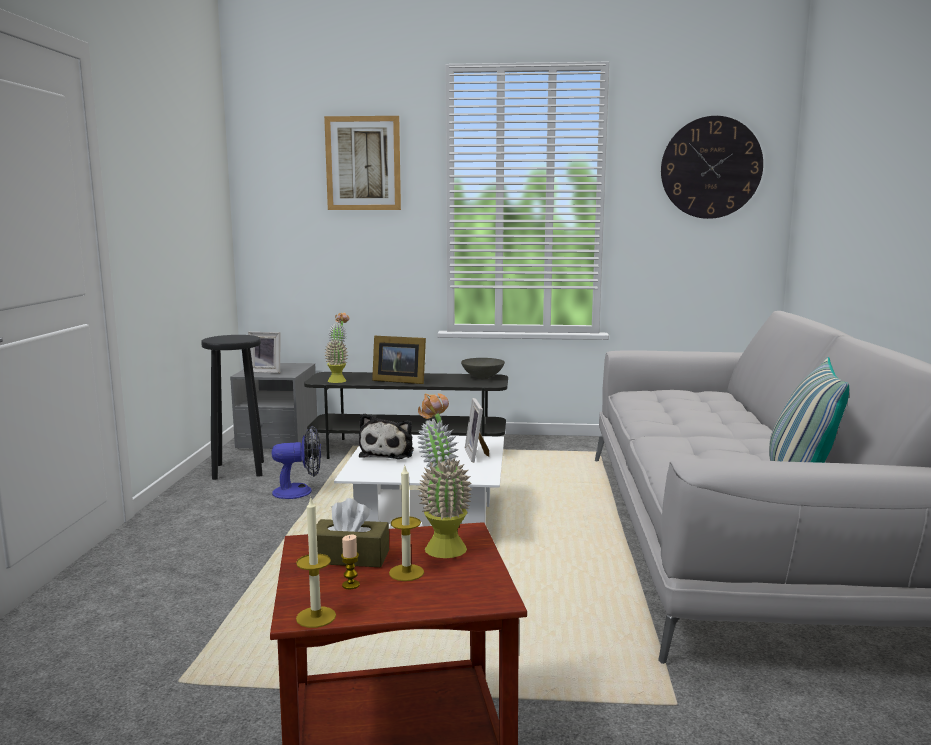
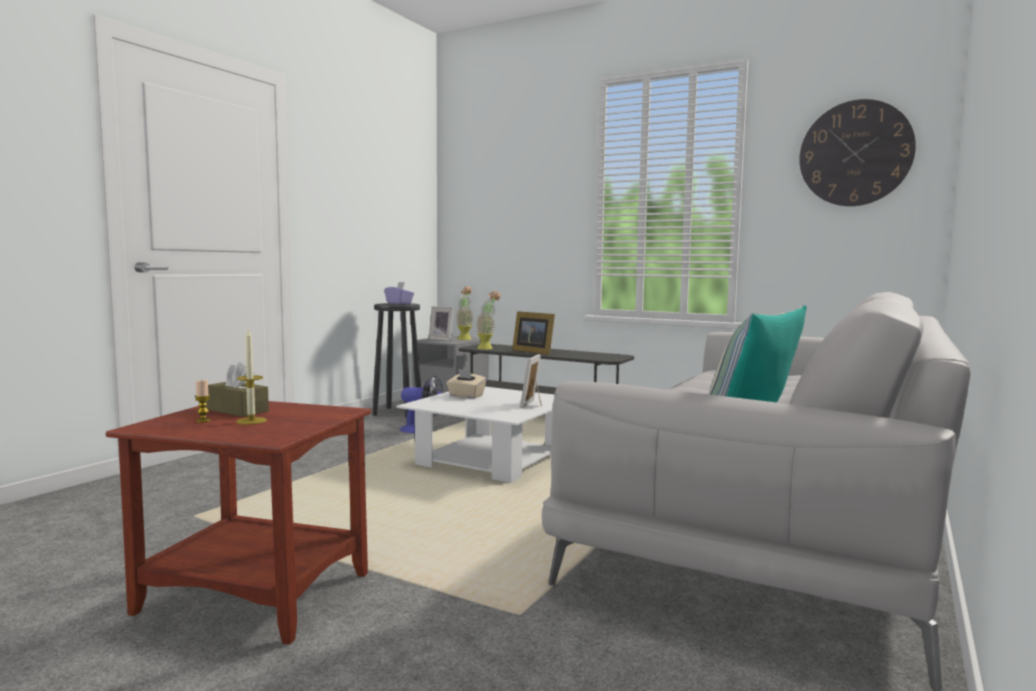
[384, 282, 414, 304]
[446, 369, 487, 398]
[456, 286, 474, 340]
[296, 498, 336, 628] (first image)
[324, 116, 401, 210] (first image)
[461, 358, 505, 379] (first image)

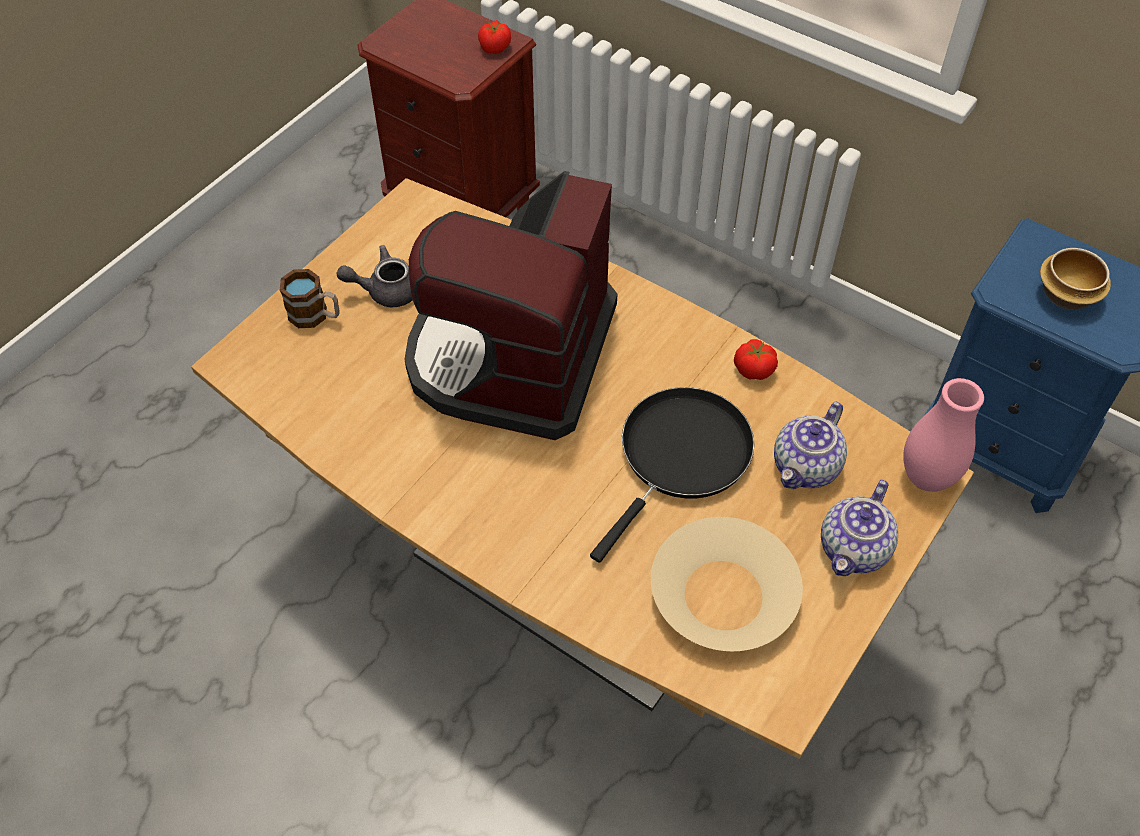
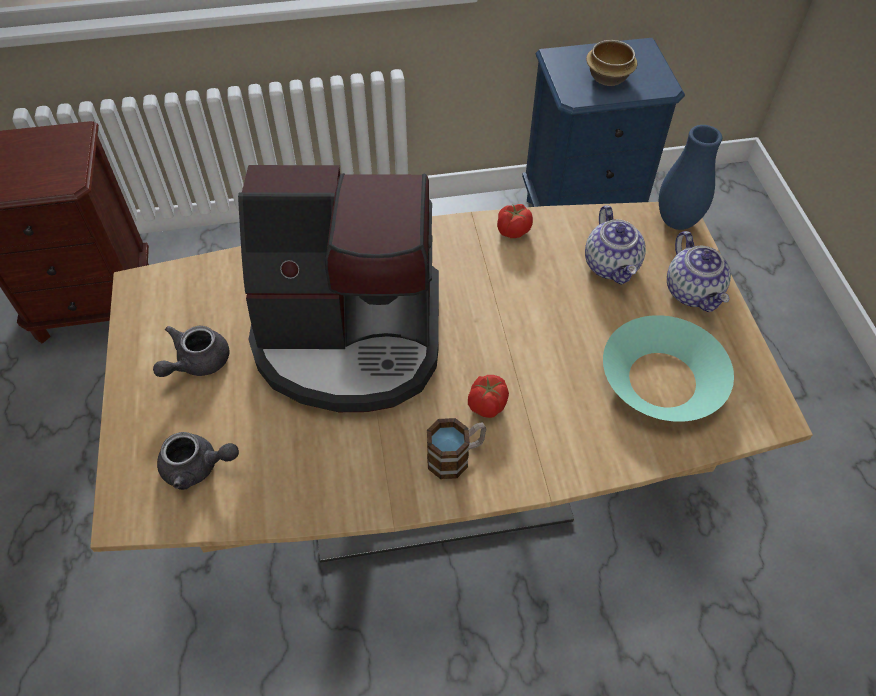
[157, 432, 239, 490]
[238, 165, 439, 412]
[427, 418, 486, 479]
[468, 375, 509, 418]
[603, 315, 734, 422]
[659, 125, 722, 230]
[590, 387, 755, 562] (first image)

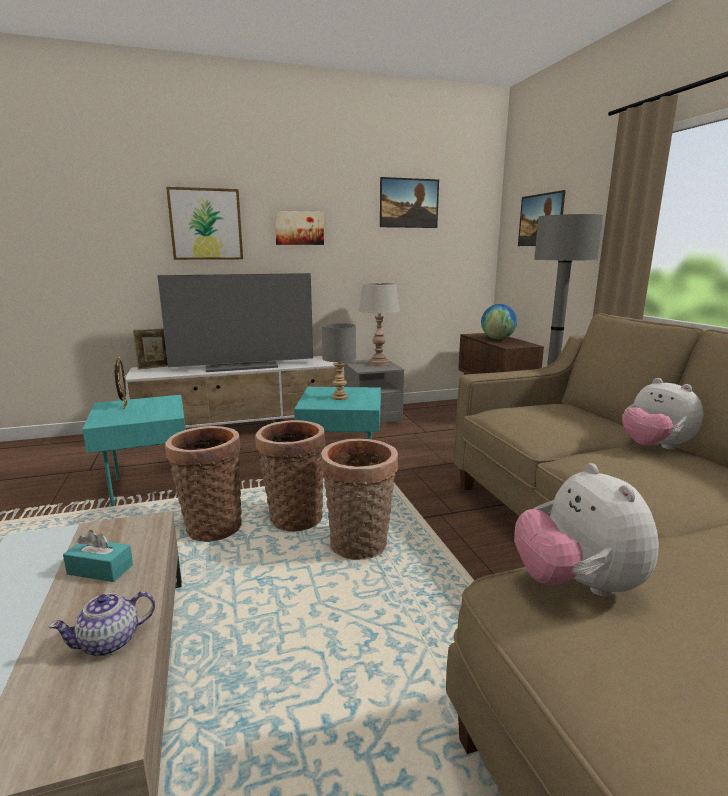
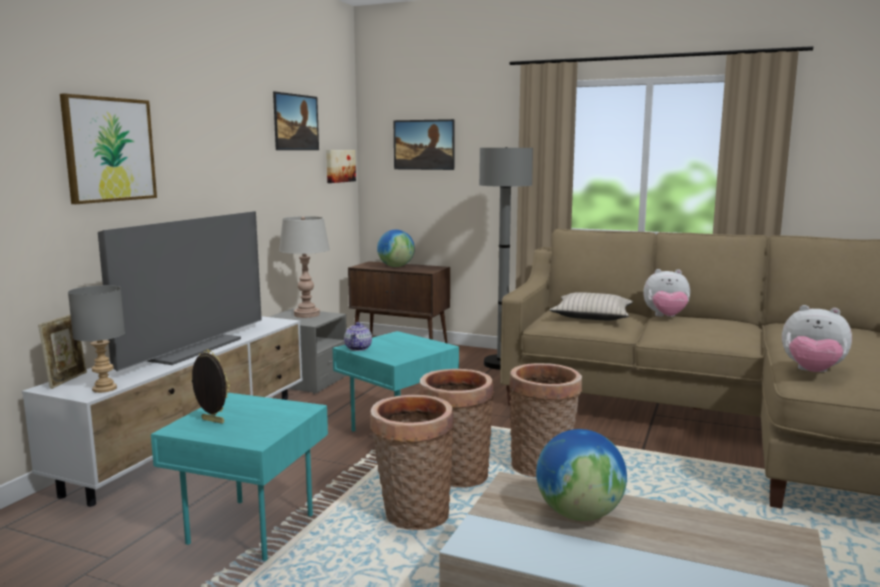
[68, 285, 125, 393]
[326, 150, 356, 183]
[344, 322, 372, 351]
[536, 429, 627, 521]
[549, 292, 633, 320]

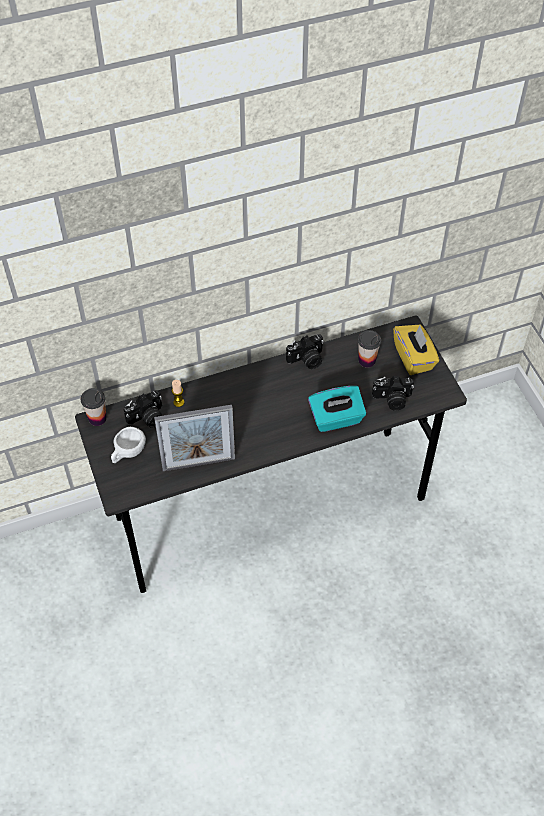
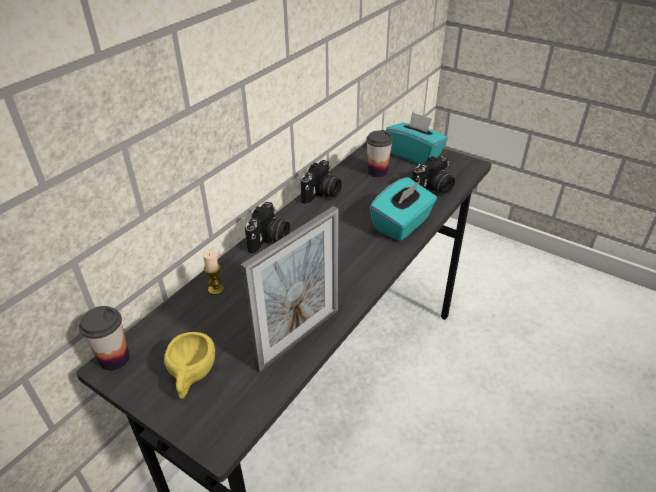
[164, 332, 215, 399]
[245, 202, 290, 253]
[386, 112, 448, 165]

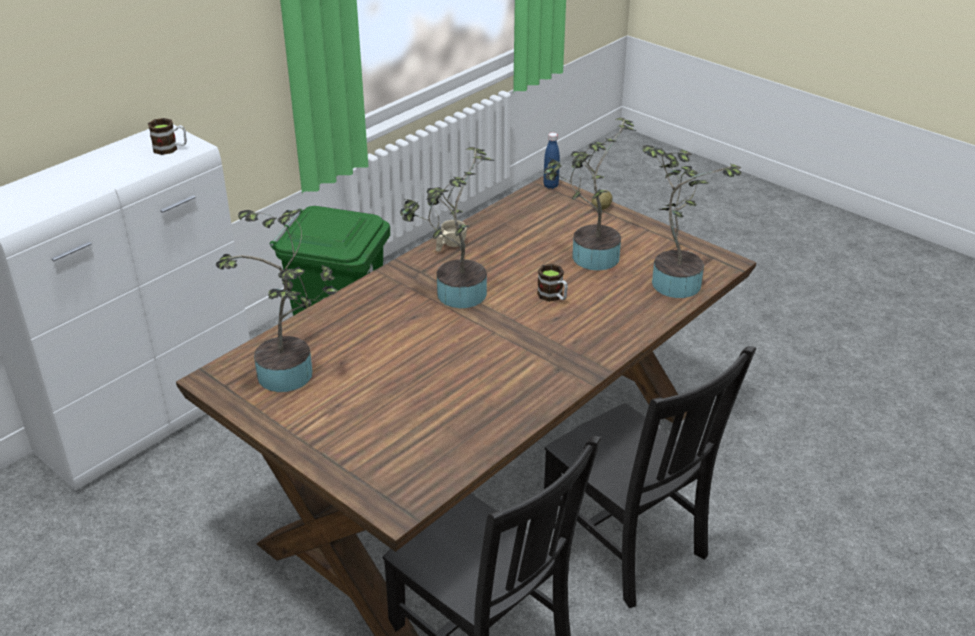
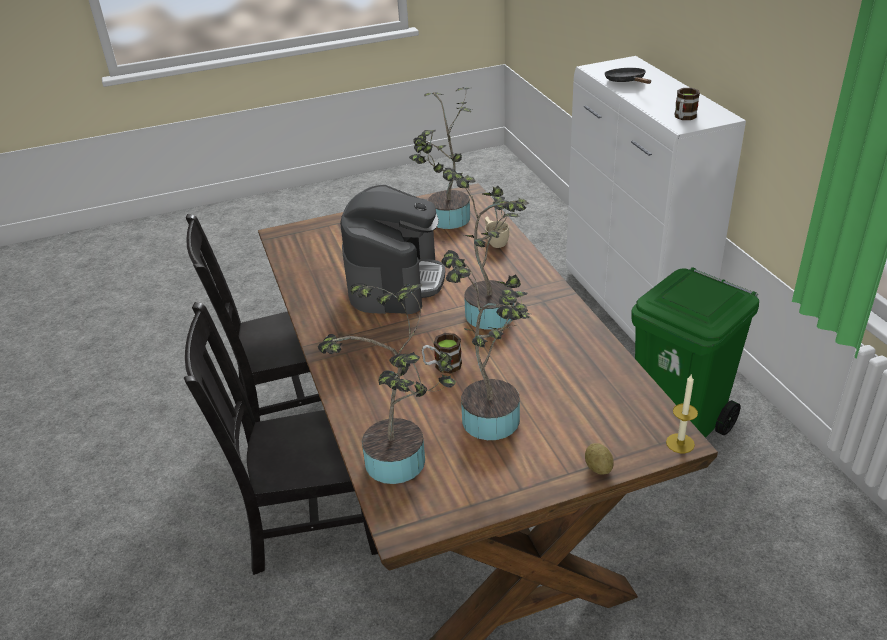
[340, 185, 445, 314]
[485, 217, 509, 248]
[604, 68, 651, 84]
[666, 375, 698, 453]

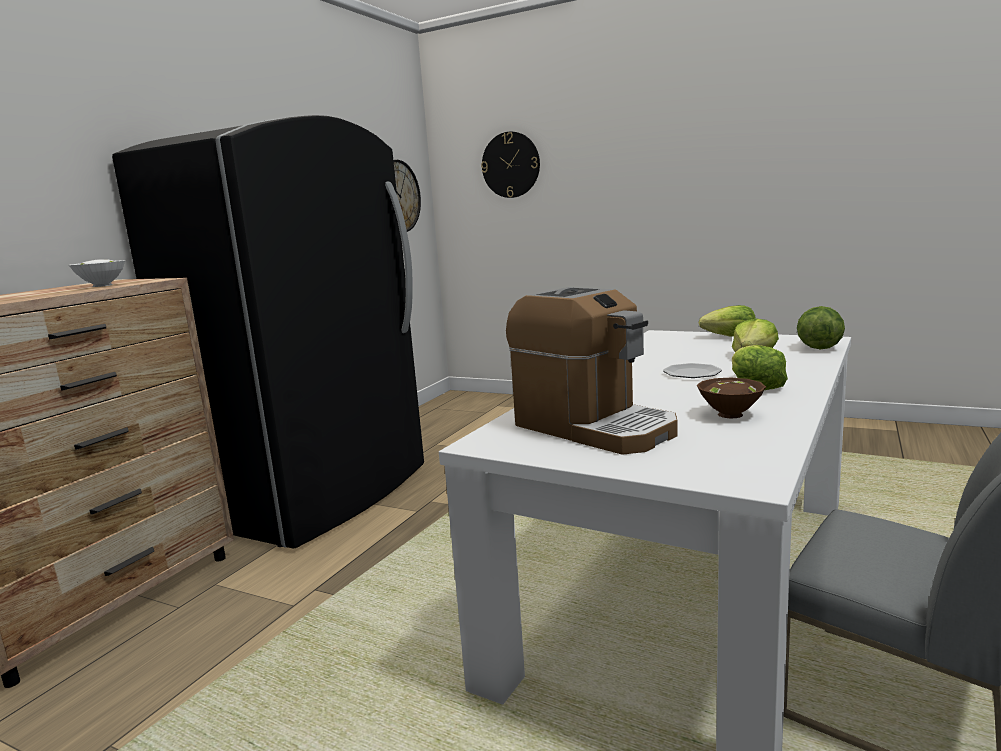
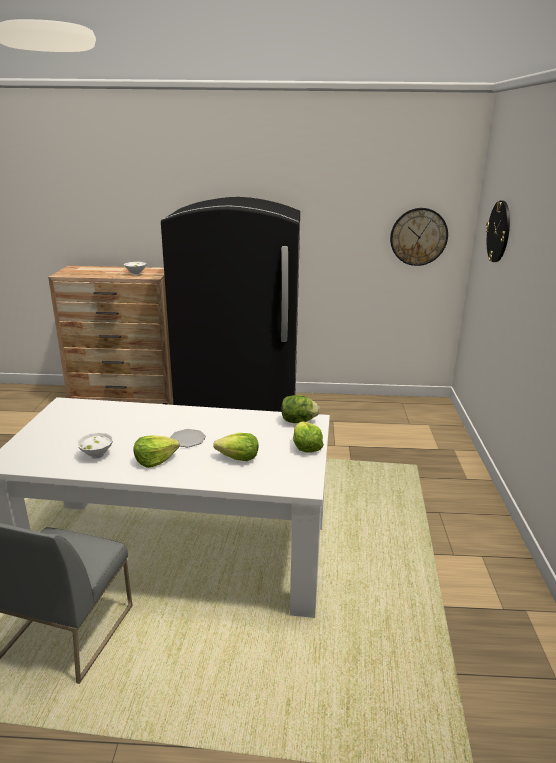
[77, 432, 113, 459]
[281, 395, 320, 423]
[506, 287, 678, 455] (first image)

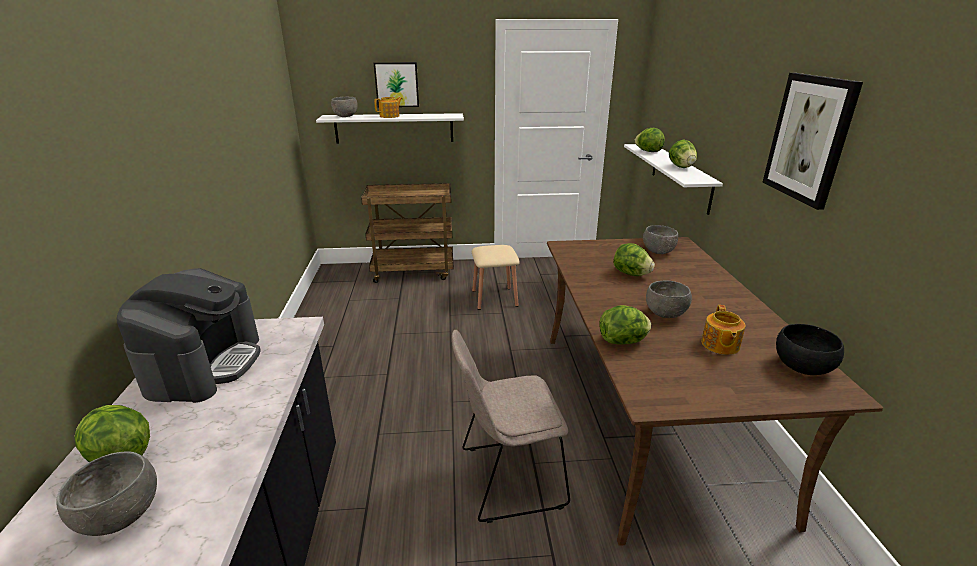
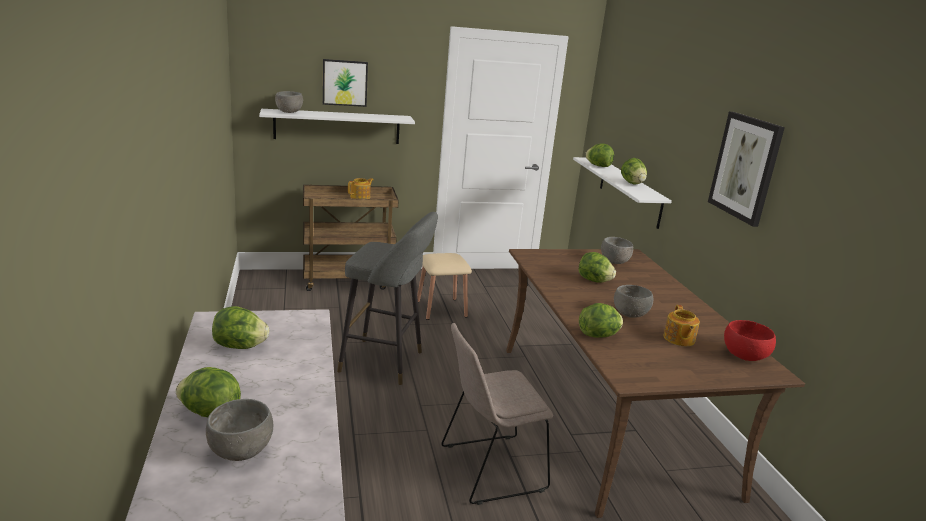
[212, 306, 269, 349]
[337, 212, 438, 385]
[348, 178, 374, 199]
[724, 320, 776, 361]

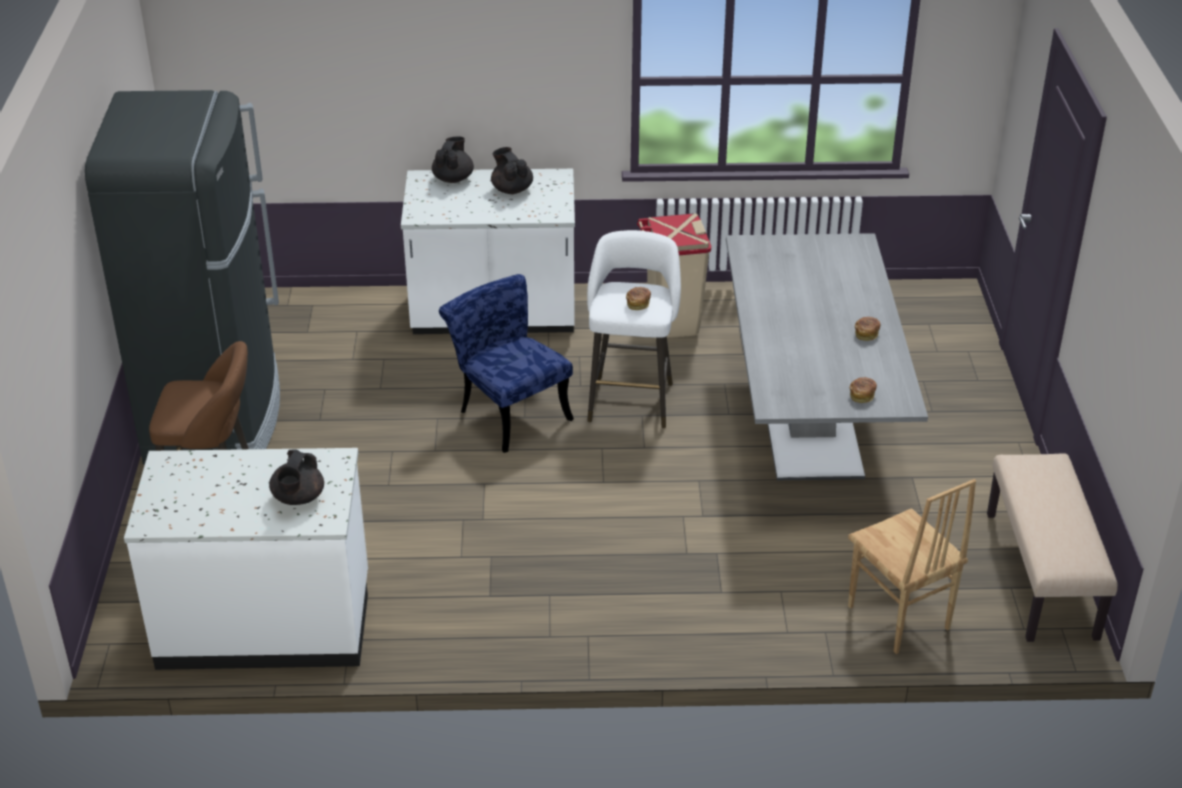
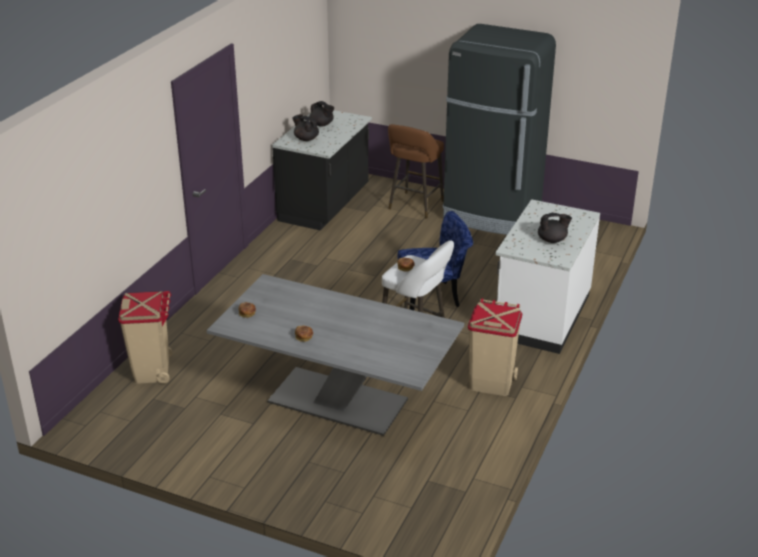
[118, 291, 173, 384]
[272, 110, 372, 231]
[309, 101, 334, 127]
[987, 453, 1118, 642] (first image)

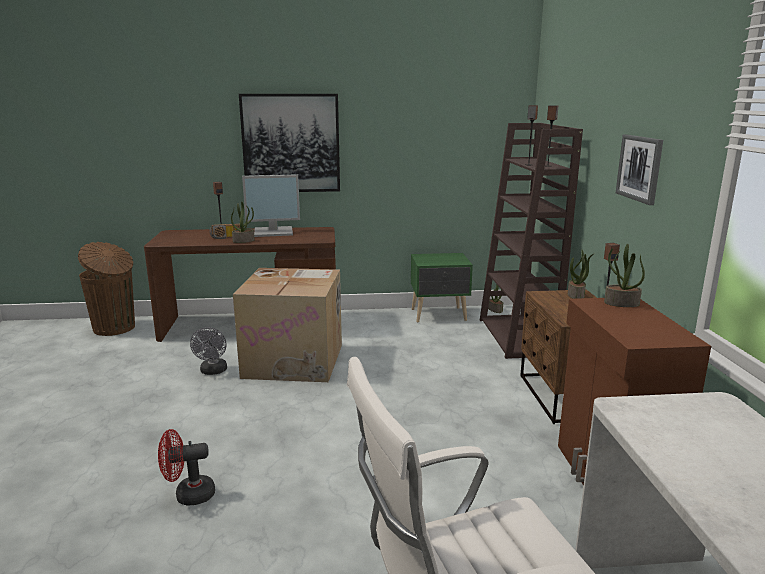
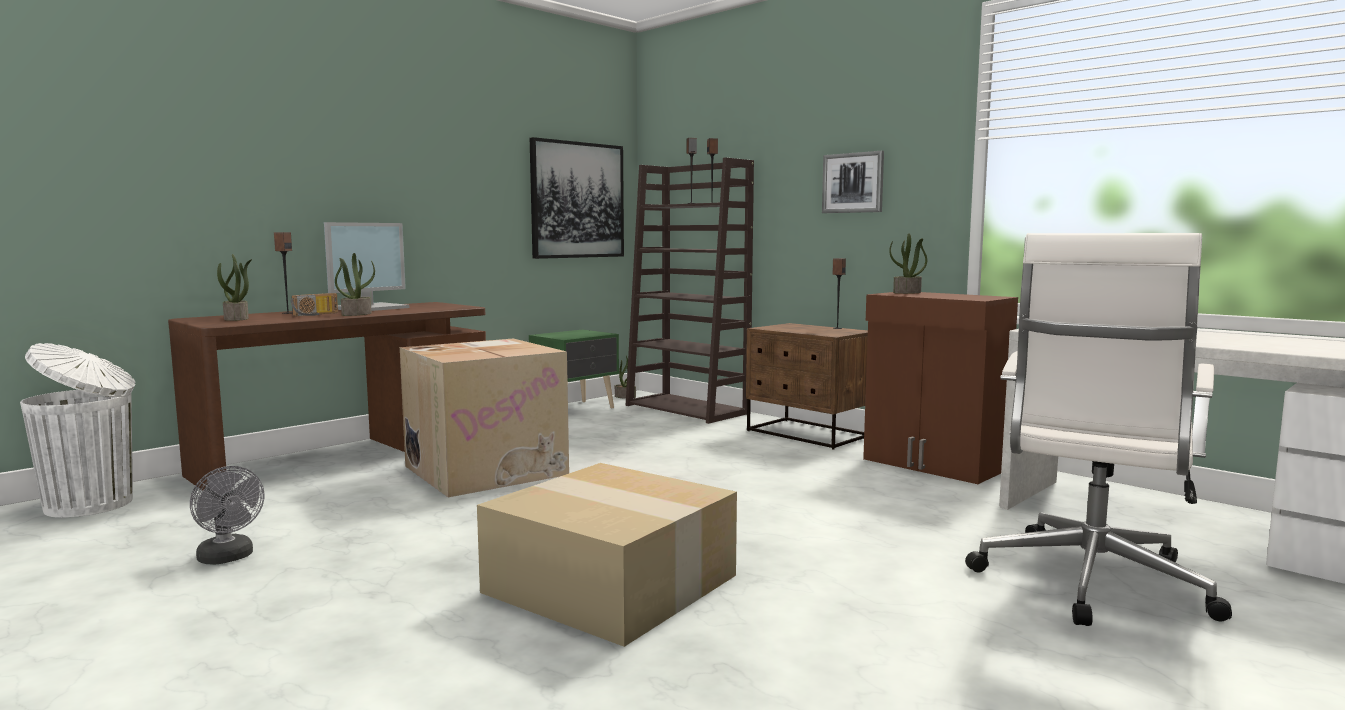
[20, 343, 135, 518]
[190, 466, 265, 564]
[217, 254, 252, 321]
[477, 463, 737, 647]
[530, 137, 624, 259]

